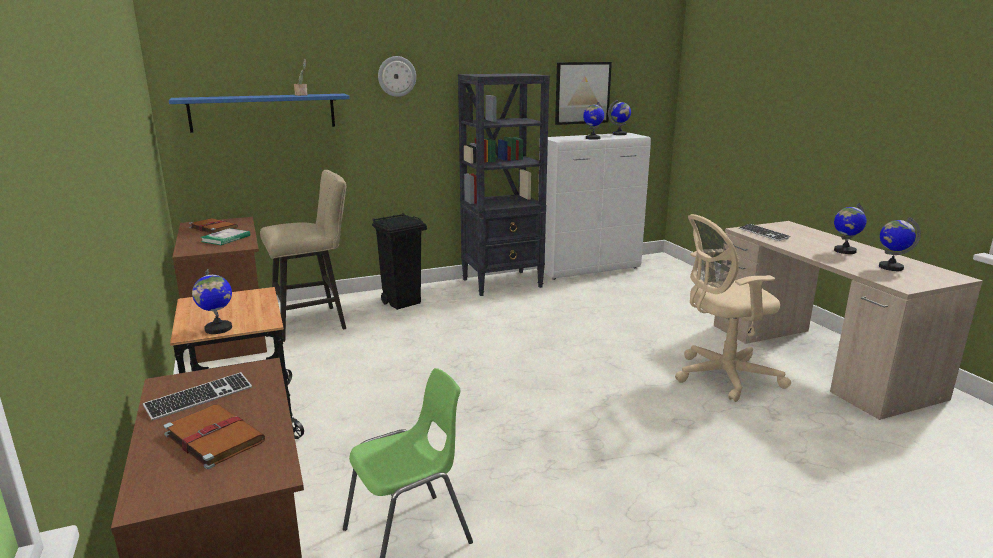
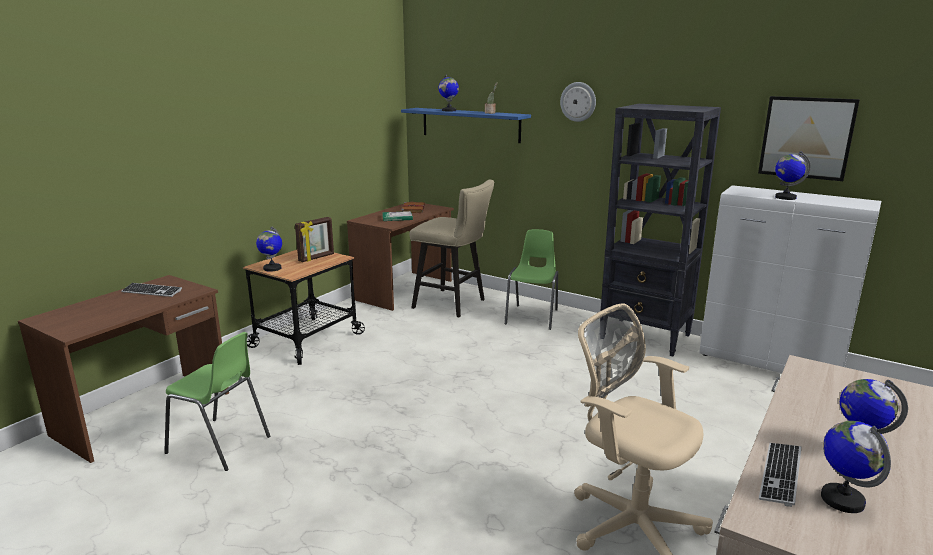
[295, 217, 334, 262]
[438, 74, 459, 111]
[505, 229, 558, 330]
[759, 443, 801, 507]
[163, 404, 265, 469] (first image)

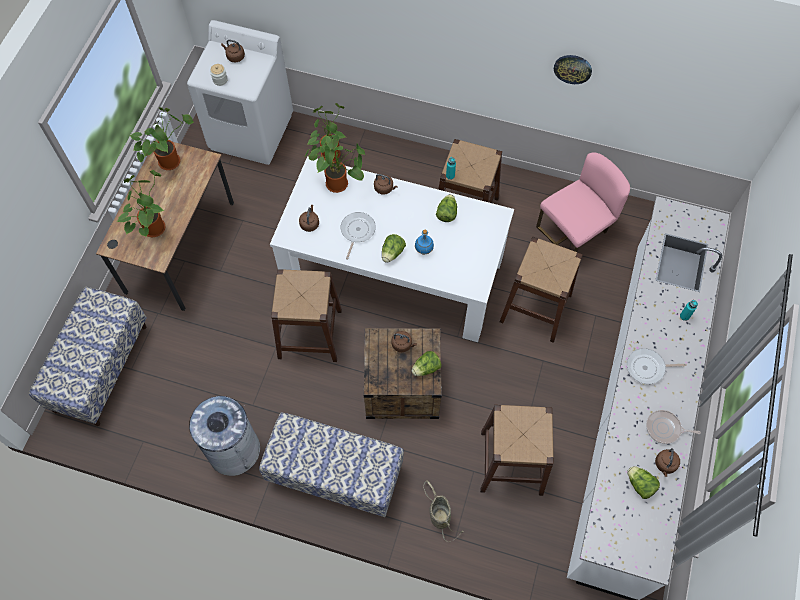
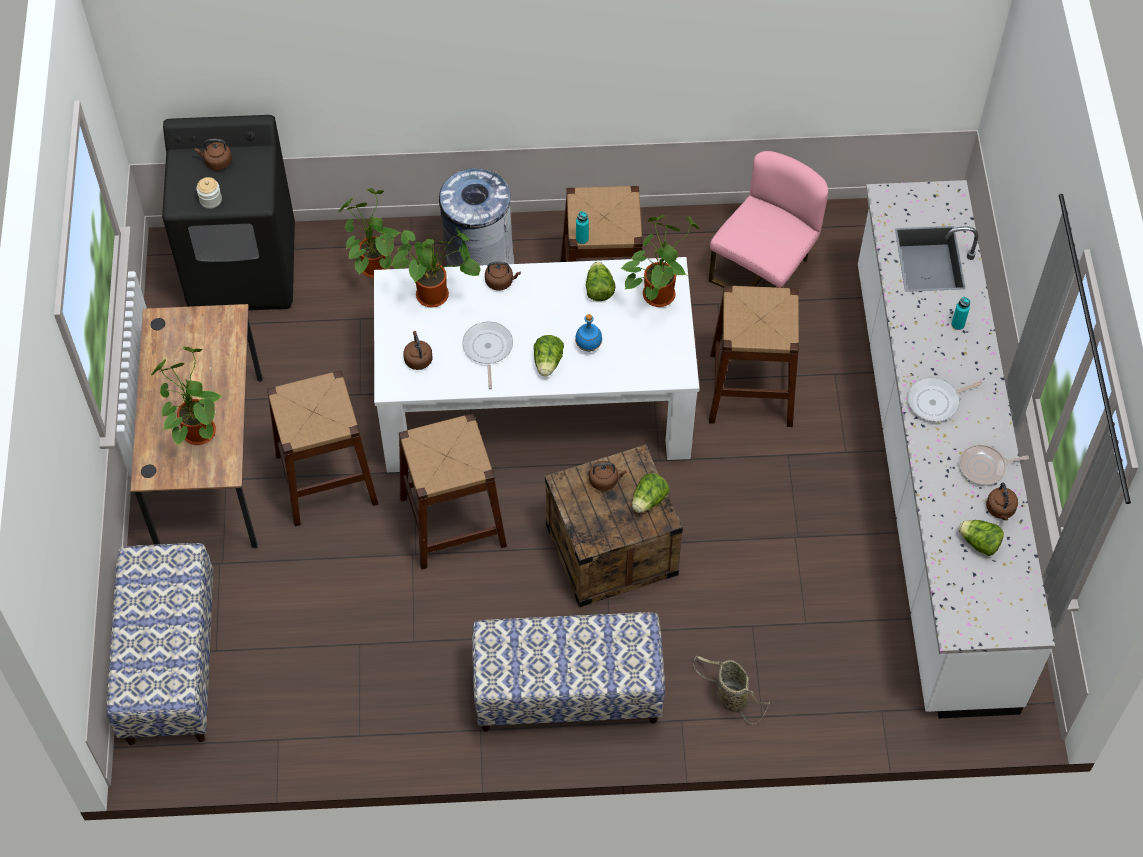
[162, 115, 295, 310]
[267, 370, 378, 526]
[439, 168, 514, 267]
[621, 215, 699, 307]
[554, 55, 592, 84] (first image)

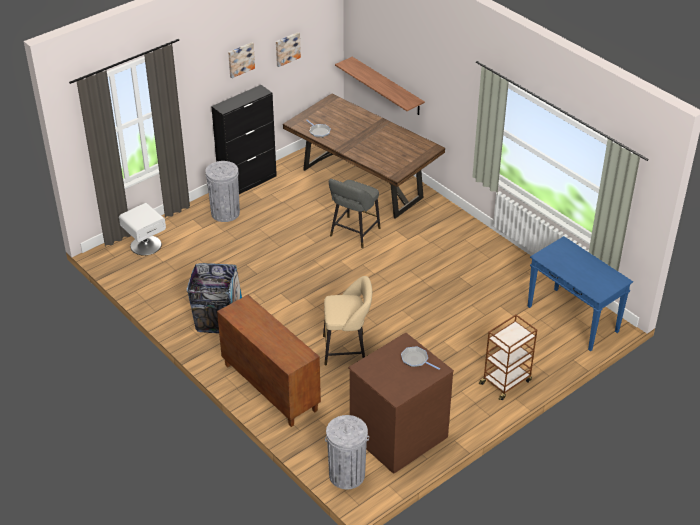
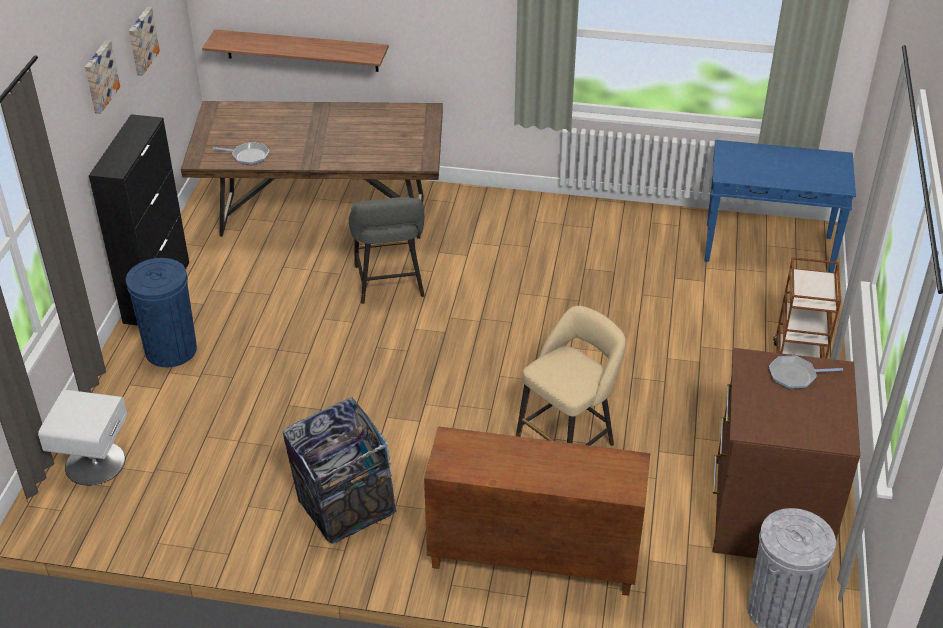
[126, 258, 197, 367]

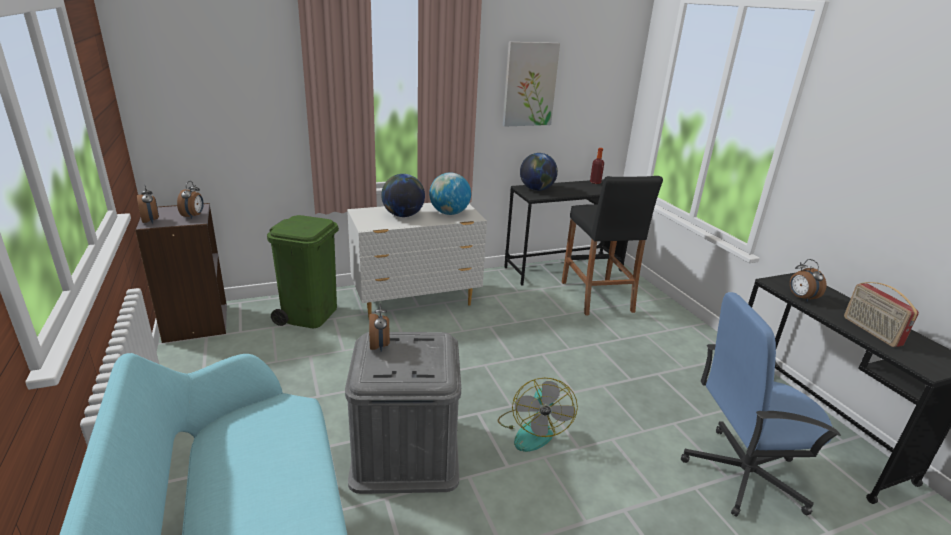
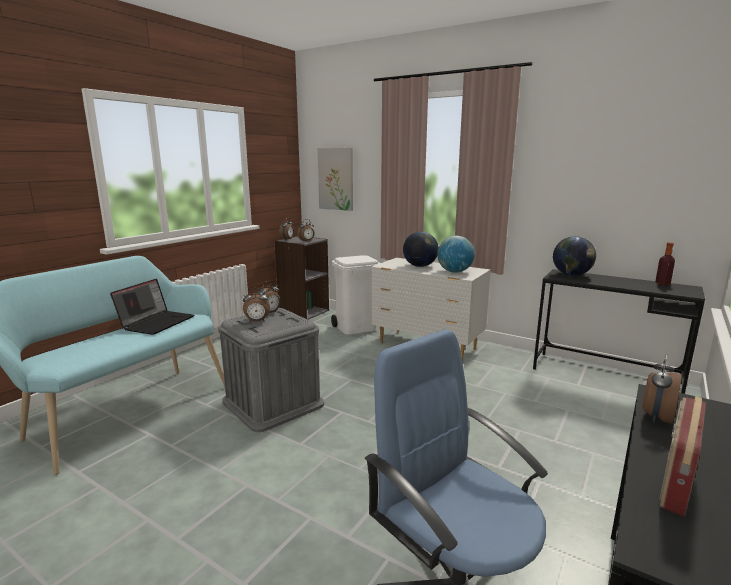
[110, 279, 194, 335]
[243, 288, 270, 322]
[318, 148, 353, 211]
[331, 255, 380, 335]
[498, 378, 578, 452] (first image)
[562, 176, 663, 315] (first image)

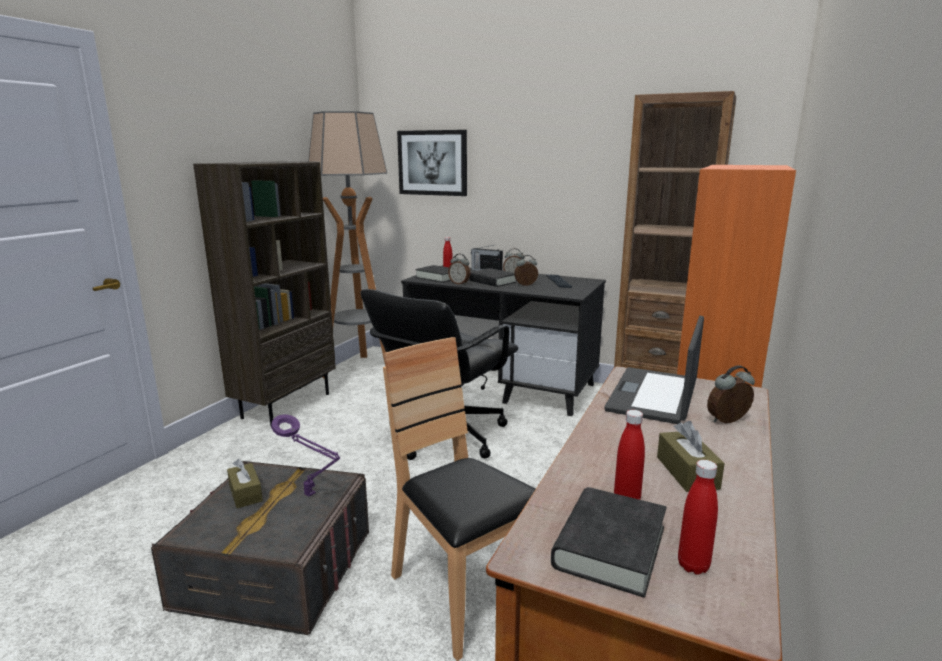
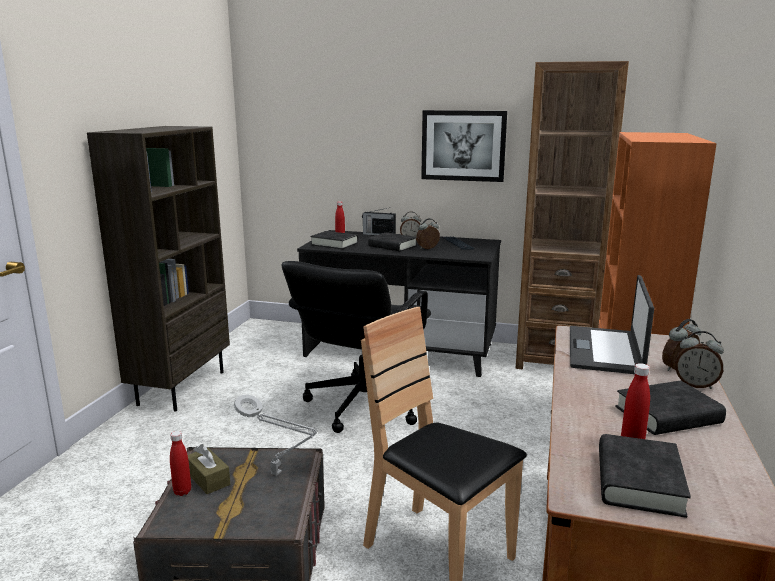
[170, 431, 191, 496]
[234, 395, 317, 476]
[421, 110, 507, 182]
[615, 380, 726, 435]
[675, 331, 724, 389]
[308, 111, 387, 379] (first image)

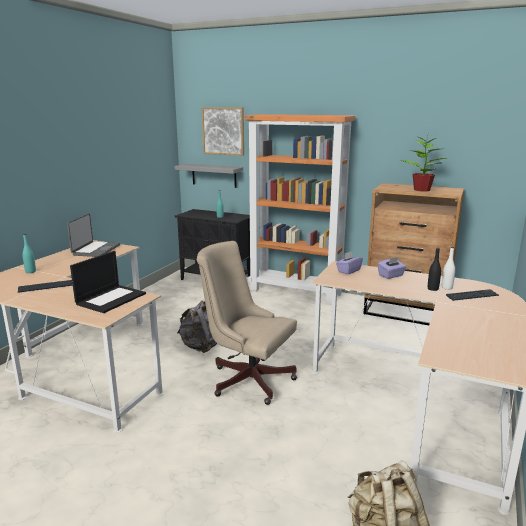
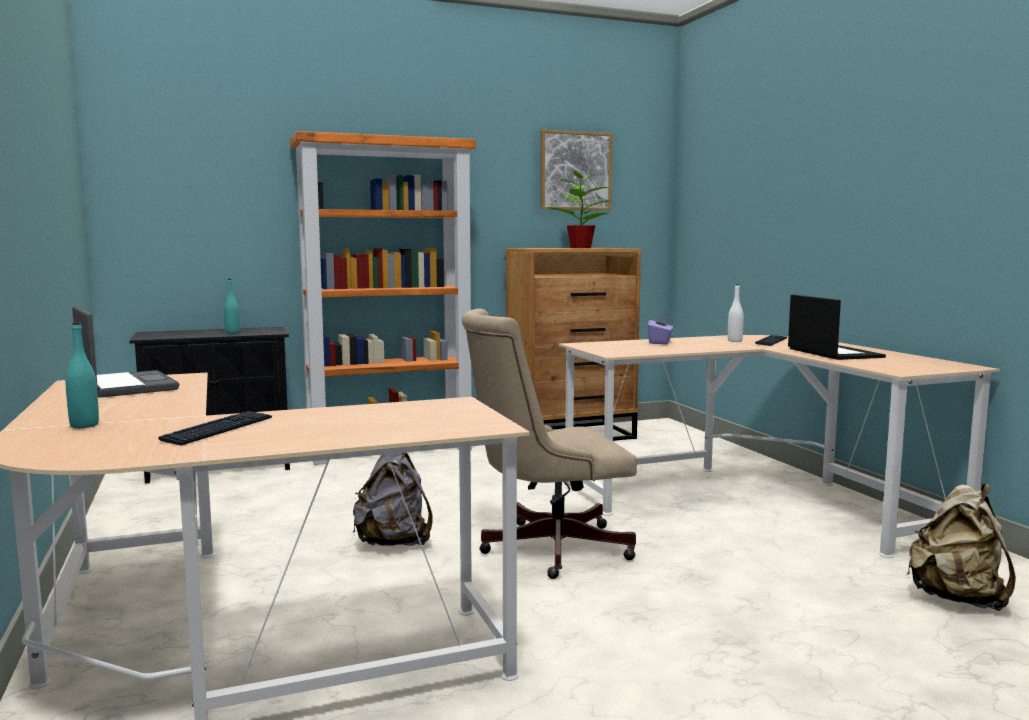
[540, 130, 613, 210]
[788, 295, 886, 360]
[175, 164, 243, 188] (first image)
[336, 252, 363, 275] (first image)
[428, 248, 441, 291] (first image)

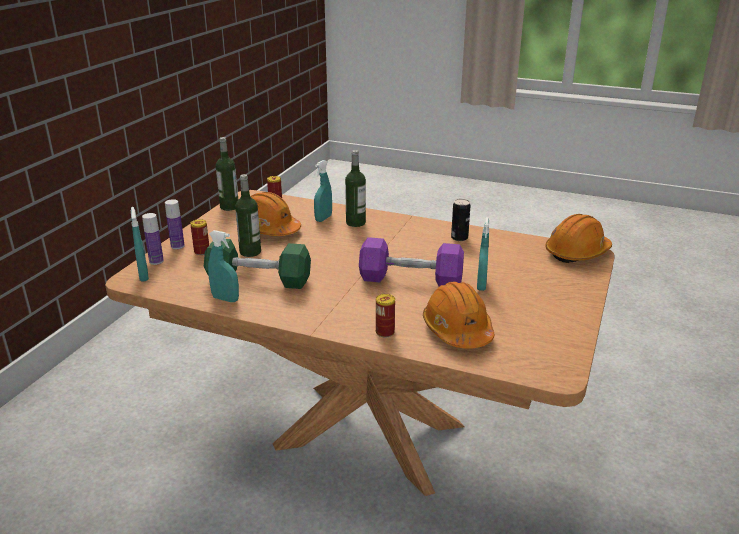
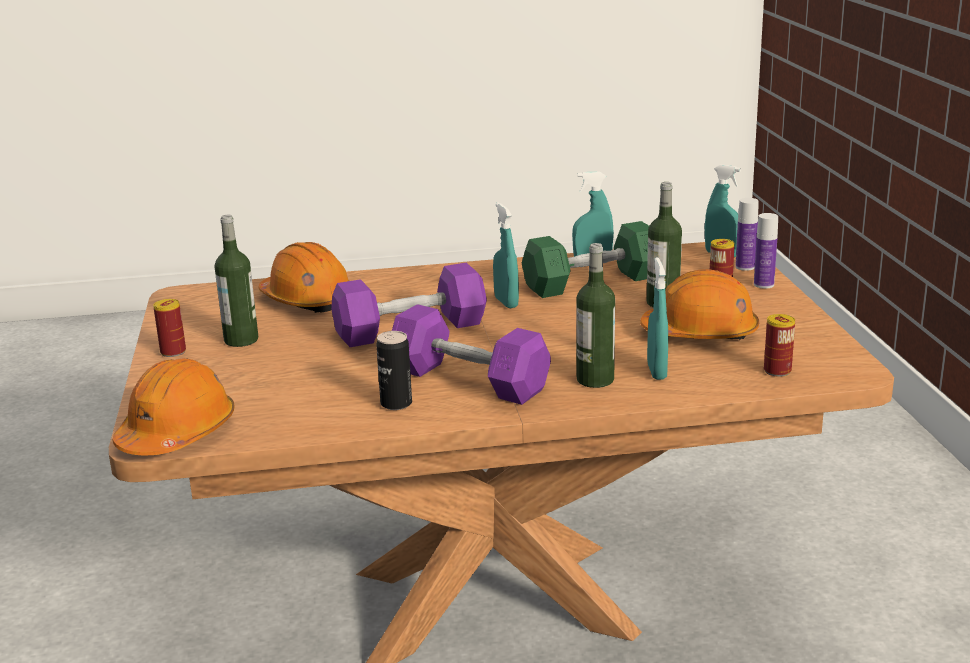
[153, 299, 186, 357]
[215, 215, 258, 347]
[392, 304, 551, 405]
[493, 203, 519, 308]

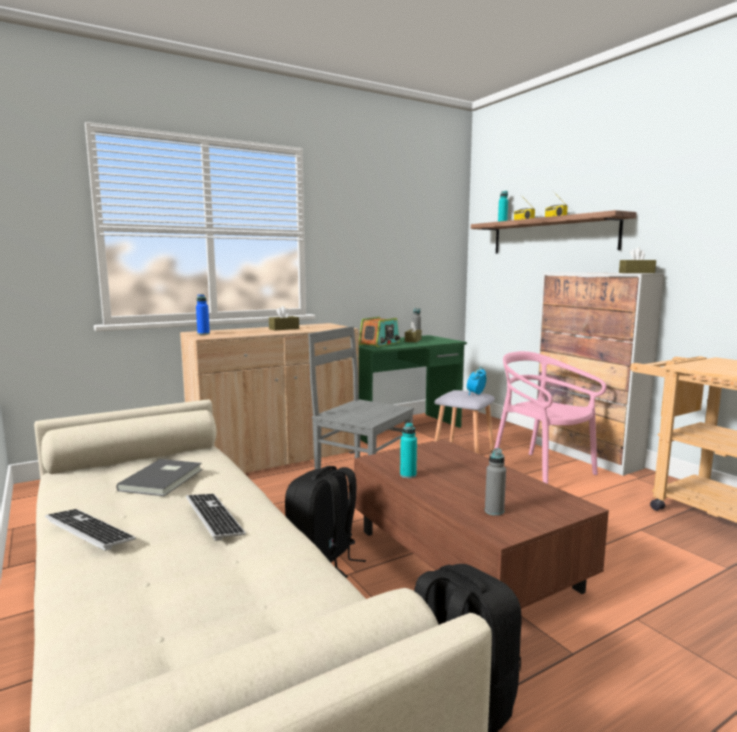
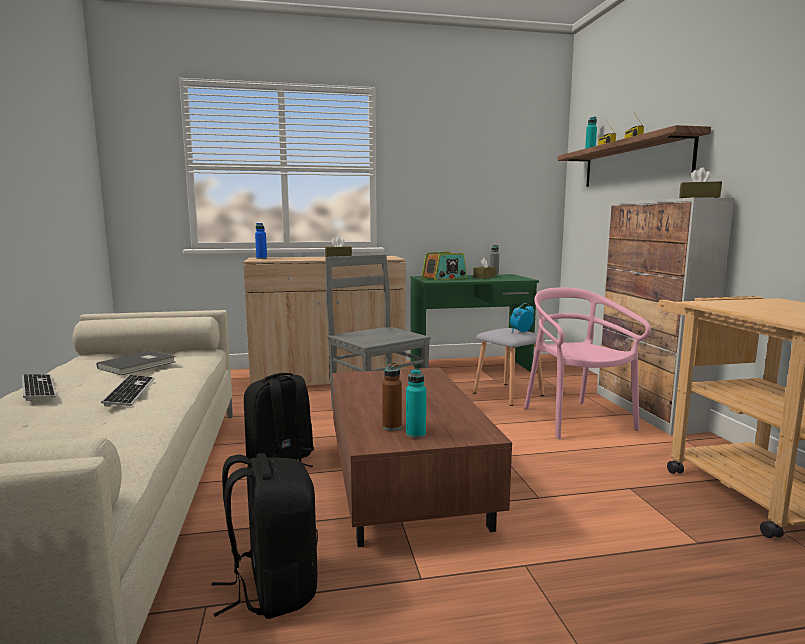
[382, 362, 402, 431]
[406, 369, 426, 438]

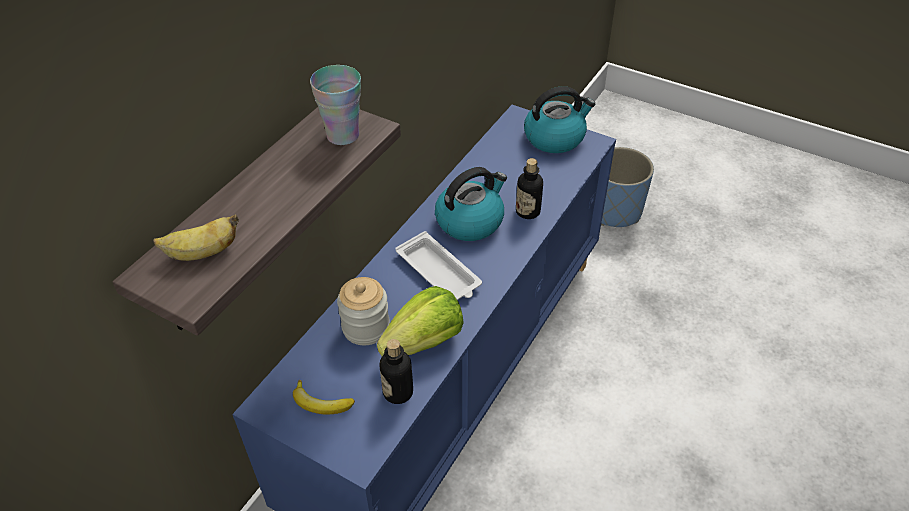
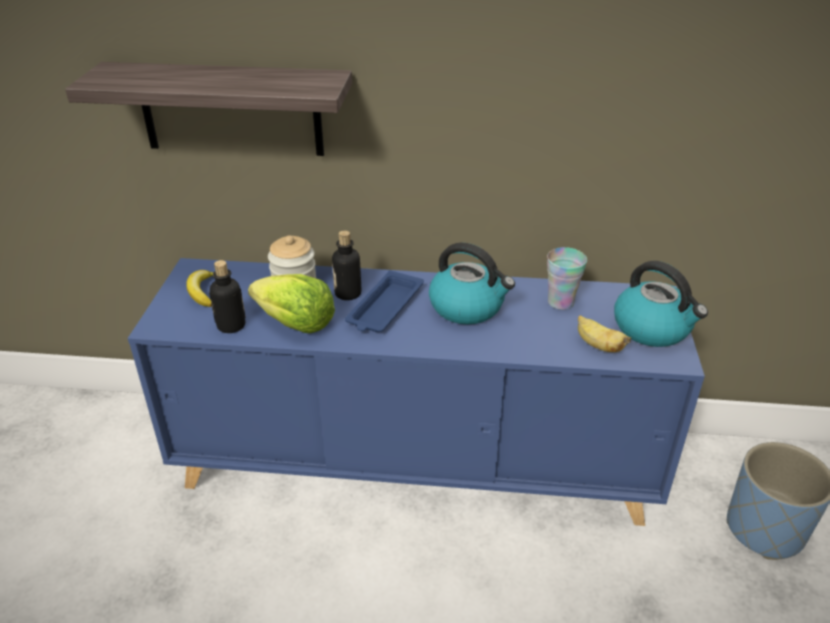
[332, 230, 361, 300]
[345, 270, 424, 332]
[547, 247, 587, 310]
[578, 315, 631, 352]

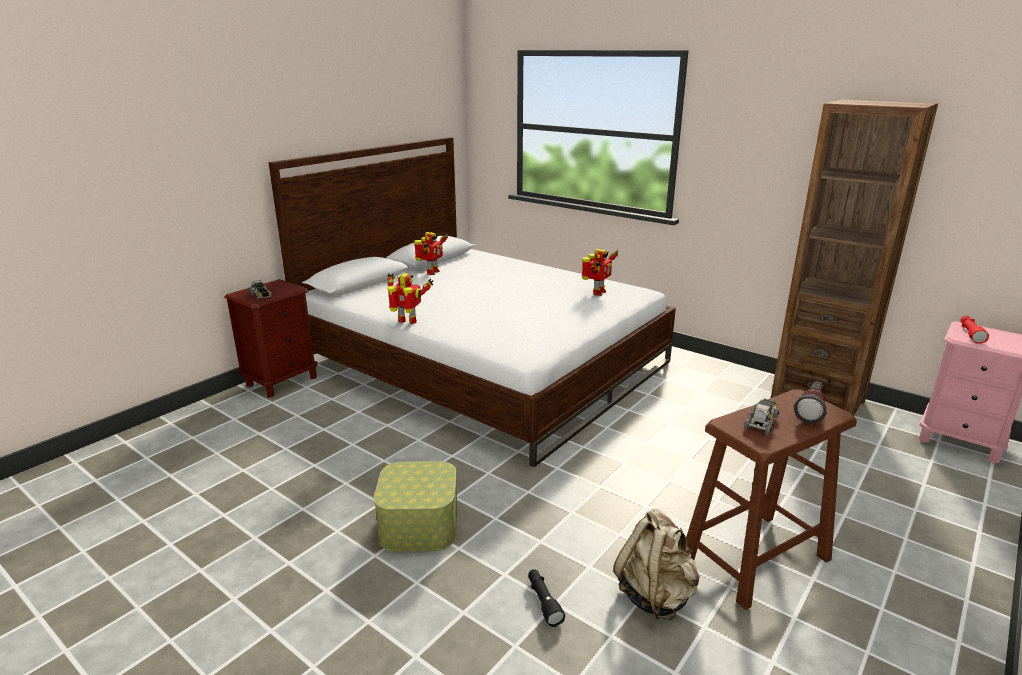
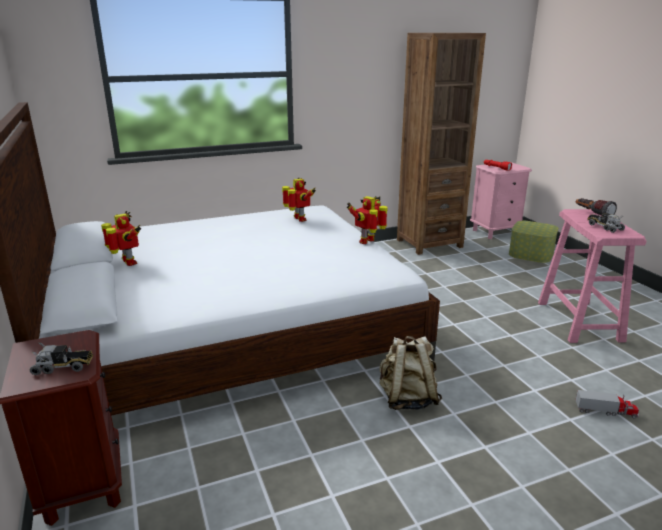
[347, 196, 388, 244]
[379, 336, 442, 410]
[509, 221, 559, 263]
[538, 209, 646, 343]
[576, 390, 639, 418]

